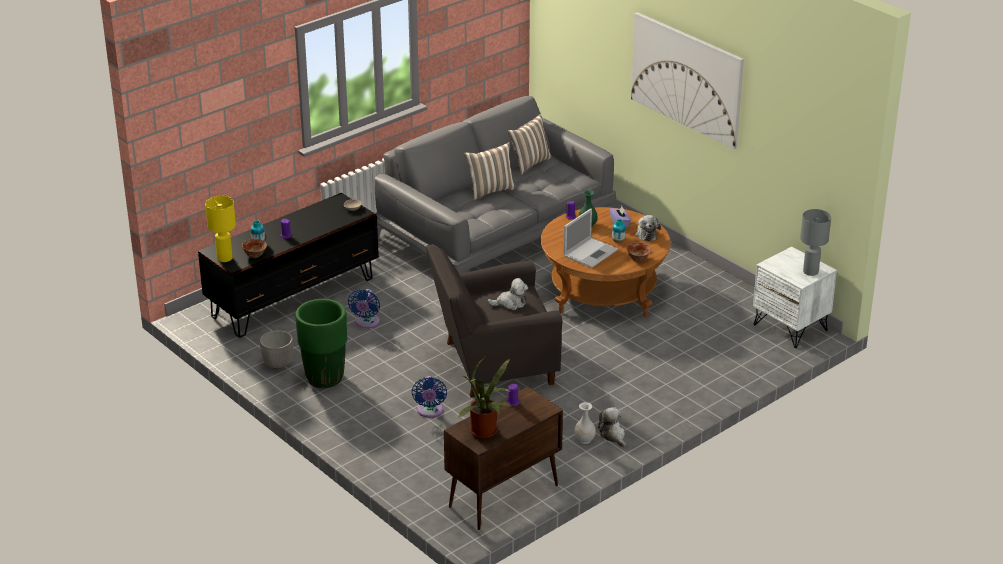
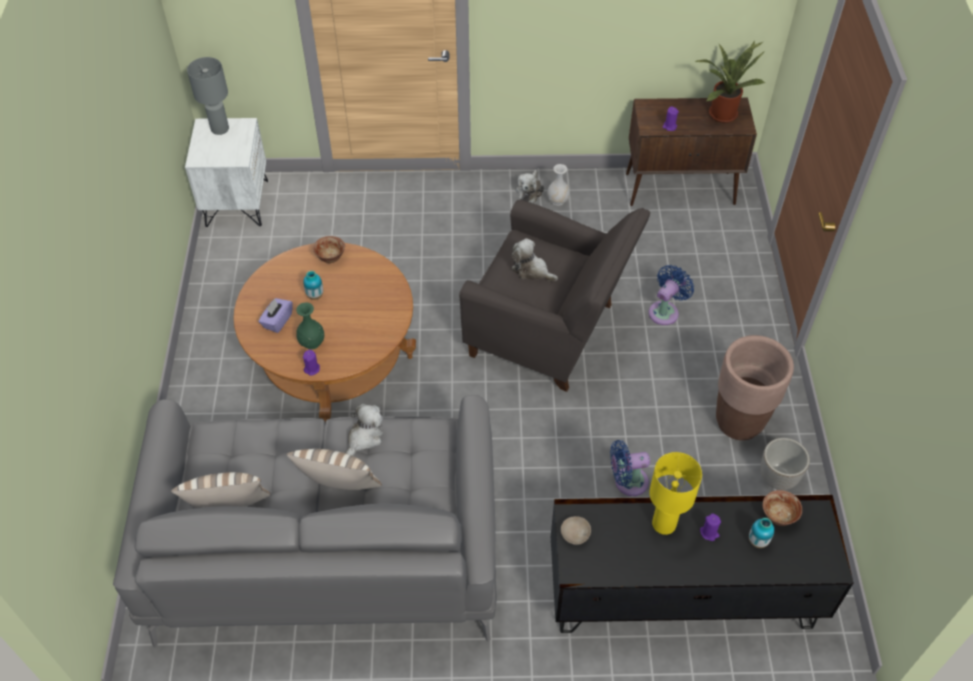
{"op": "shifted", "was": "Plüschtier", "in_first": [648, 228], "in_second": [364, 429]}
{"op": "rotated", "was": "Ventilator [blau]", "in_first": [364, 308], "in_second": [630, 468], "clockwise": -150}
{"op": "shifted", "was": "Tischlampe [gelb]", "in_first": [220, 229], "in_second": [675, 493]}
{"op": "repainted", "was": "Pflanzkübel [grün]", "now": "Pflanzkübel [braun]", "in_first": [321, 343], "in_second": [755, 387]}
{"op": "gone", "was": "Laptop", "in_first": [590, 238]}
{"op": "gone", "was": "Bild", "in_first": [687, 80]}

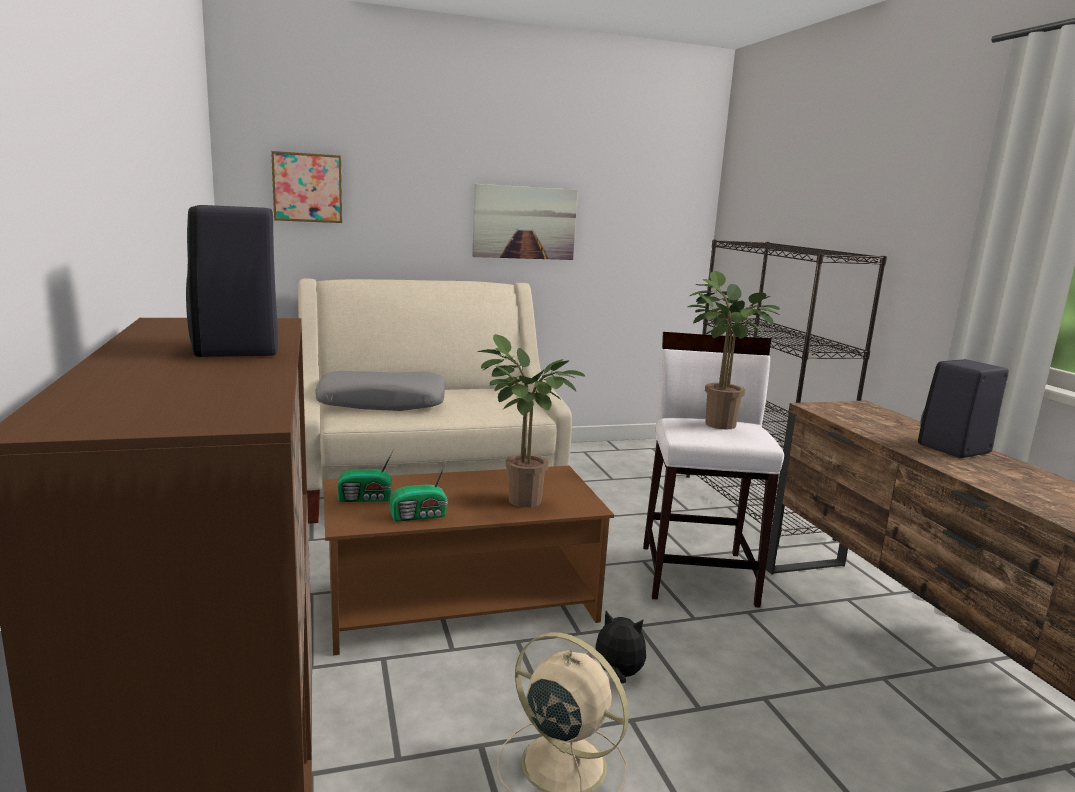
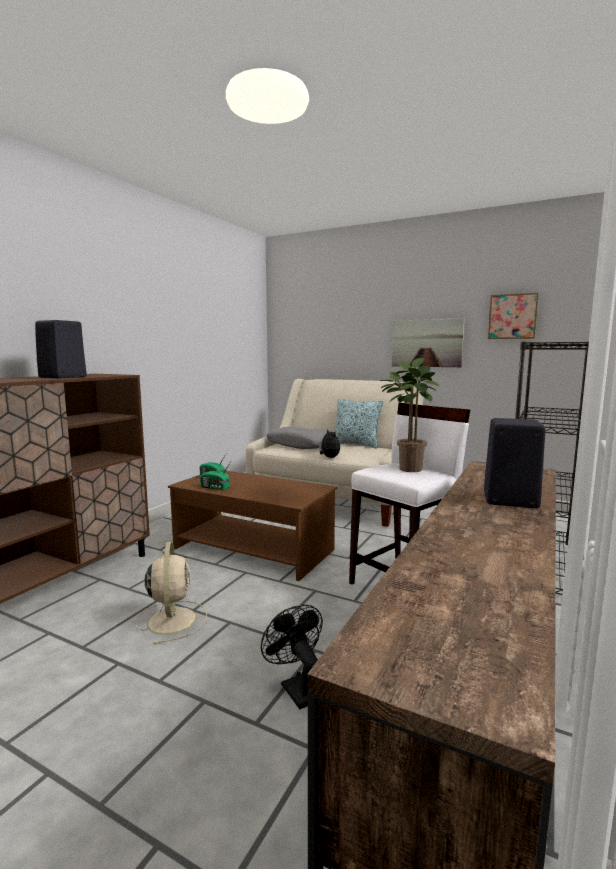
{"op": "new", "now": "Ventilator [schwarz]", "in_second": [292, 657]}
{"op": "shifted", "was": "Plüschtier", "in_first": [616, 647], "in_second": [329, 443]}
{"op": "new", "now": "Kissen", "in_second": [359, 423]}
{"op": "shifted", "was": "Bild", "in_first": [306, 187], "in_second": [513, 315]}
{"op": "gone", "was": "Topfpflanze", "in_first": [531, 421]}

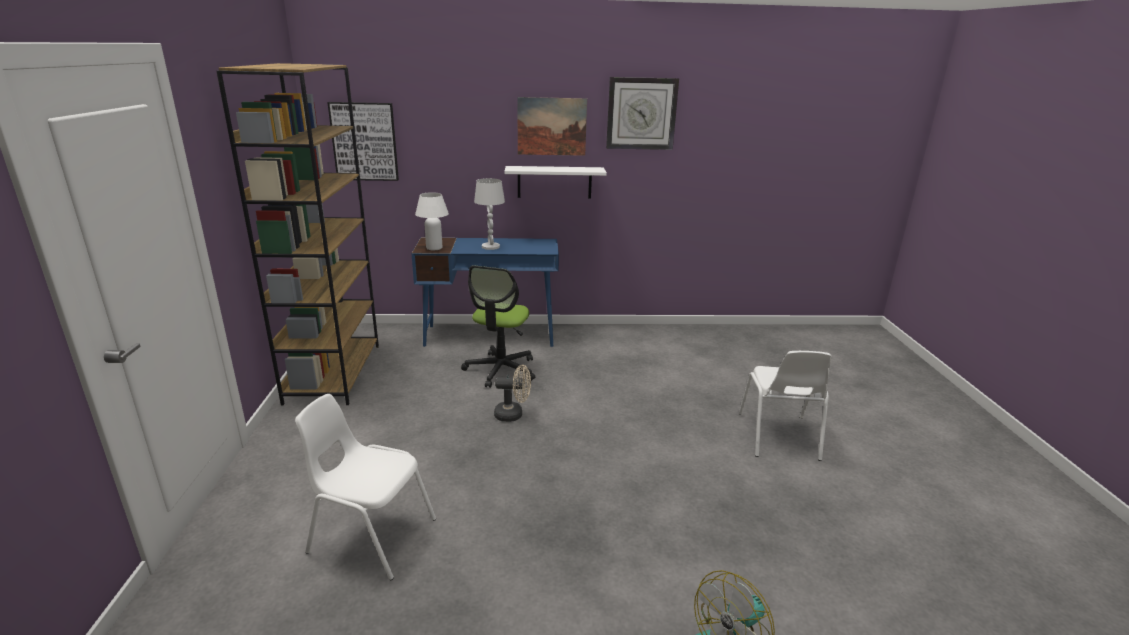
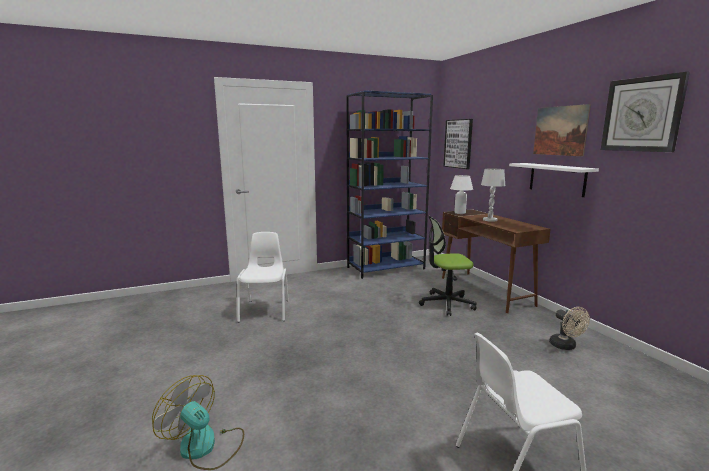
{"op": "repainted", "was": "Bücherregal [braun]", "now": "Bücherregal [blau]", "in_first": [297, 234], "in_second": [389, 184]}
{"op": "repainted", "was": "Schreibtisch [blau]", "now": "Schreibtisch [braun]", "in_first": [485, 292], "in_second": [496, 261]}
{"op": "shifted", "was": "Ventilator [beige]", "in_first": [512, 393], "in_second": [569, 328]}

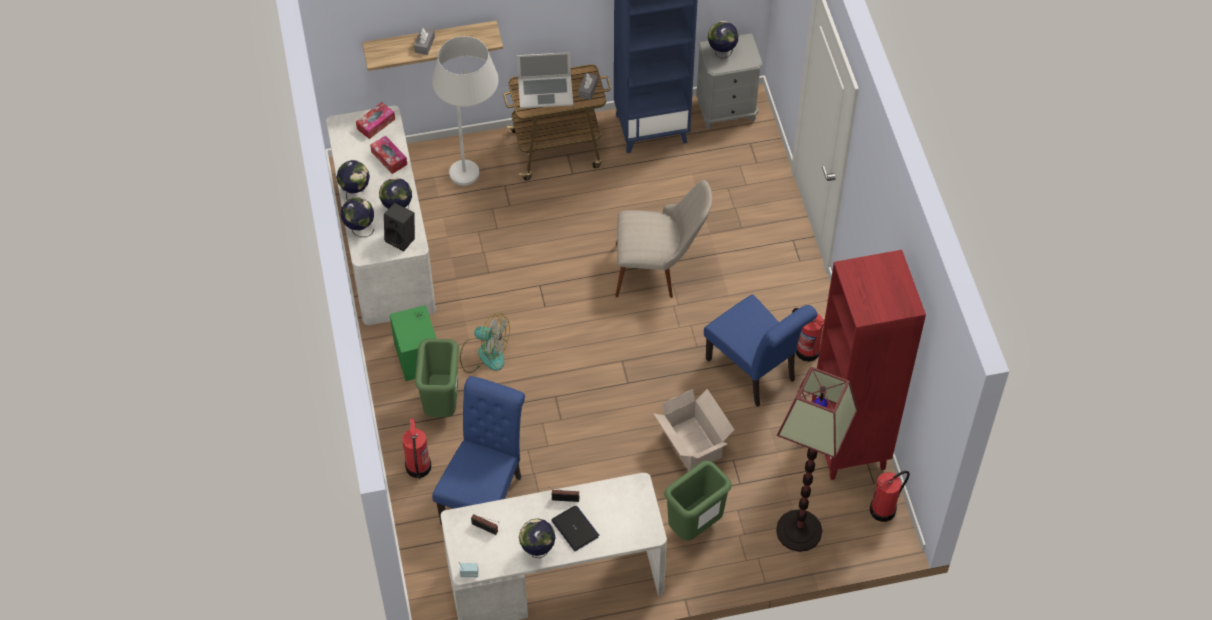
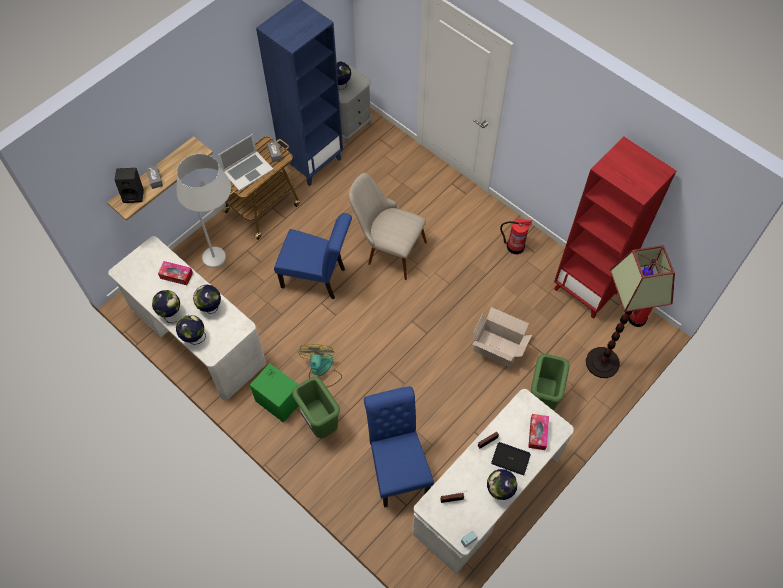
{"op": "shifted", "was": "Lautsprecher [schwarz]", "in_first": [399, 227], "in_second": [129, 185]}
{"op": "shifted", "was": "Stuhl [blau]", "in_first": [761, 350], "in_second": [313, 256]}
{"op": "rotated", "was": "Ventilator", "in_first": [485, 343], "in_second": [320, 365], "clockwise": -75}
{"op": "rotated", "was": "Stuhl [beige]", "in_first": [663, 239], "in_second": [388, 226], "clockwise": -120}
{"op": "shifted", "was": "Taschentuchbox", "in_first": [375, 120], "in_second": [538, 432]}
{"op": "gone", "was": "Feuerlöscher", "in_first": [417, 448]}

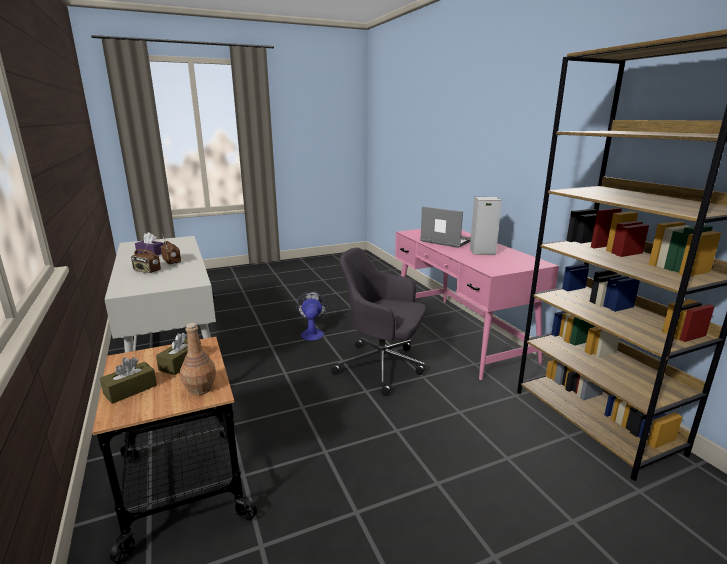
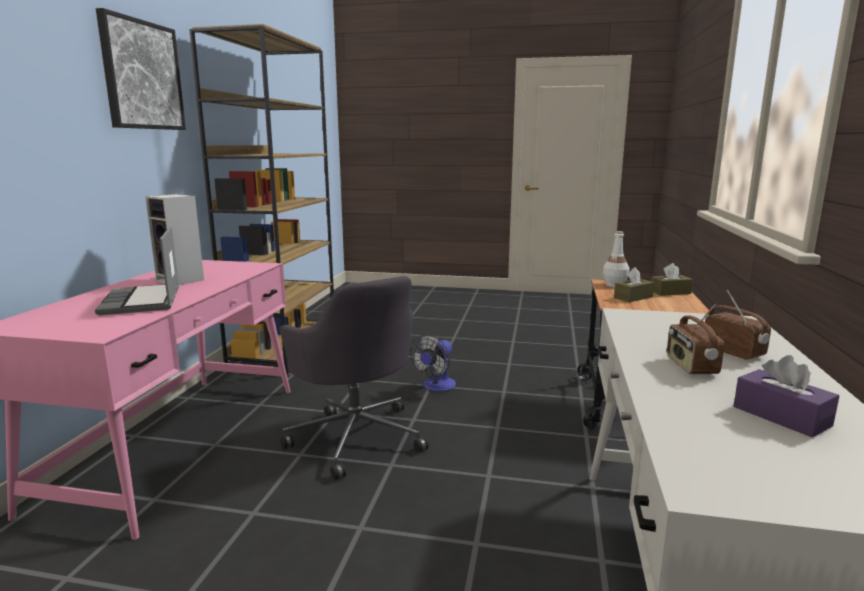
{"op": "new", "now": "Bild", "in_second": [141, 69]}
{"op": "shifted", "was": "Ventilator", "in_first": [312, 316], "in_second": [433, 362]}
{"op": "repainted", "was": "Flasche [braun]", "now": "Flasche [weiß]", "in_first": [198, 359], "in_second": [616, 259]}

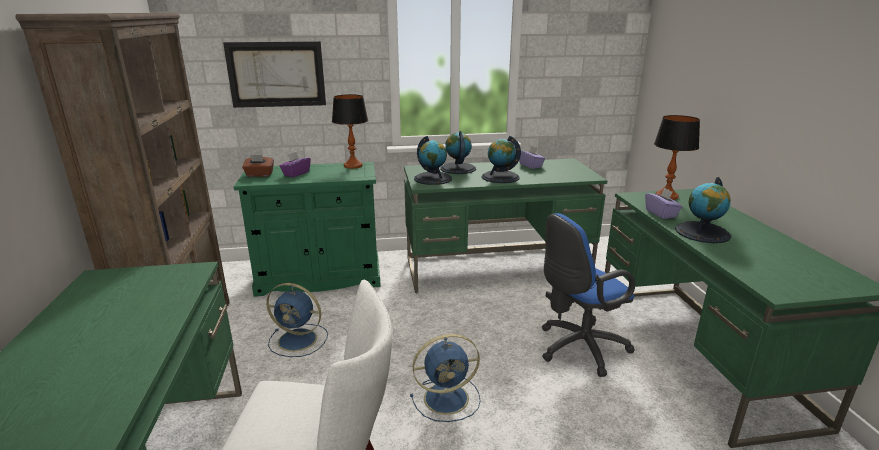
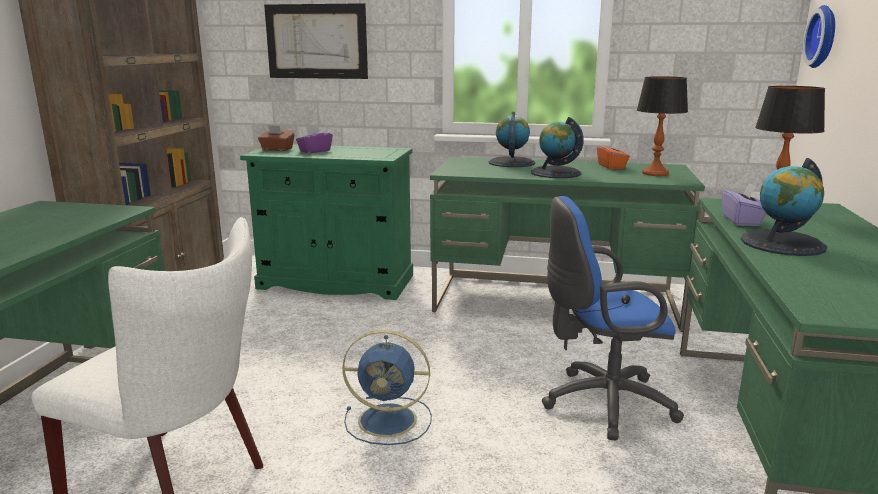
{"op": "repainted", "was": "Taschentuchbox [lila]", "now": "Taschentuchbox [orange]", "in_first": [532, 157], "in_second": [613, 154]}
{"op": "shifted", "was": "Tischlampe", "in_first": [350, 131], "in_second": [662, 126]}
{"op": "new", "now": "Wanduhr", "in_second": [819, 36]}
{"op": "gone", "was": "Ventilator [blau]", "in_first": [297, 320]}
{"op": "gone", "was": "Globus", "in_first": [433, 160]}

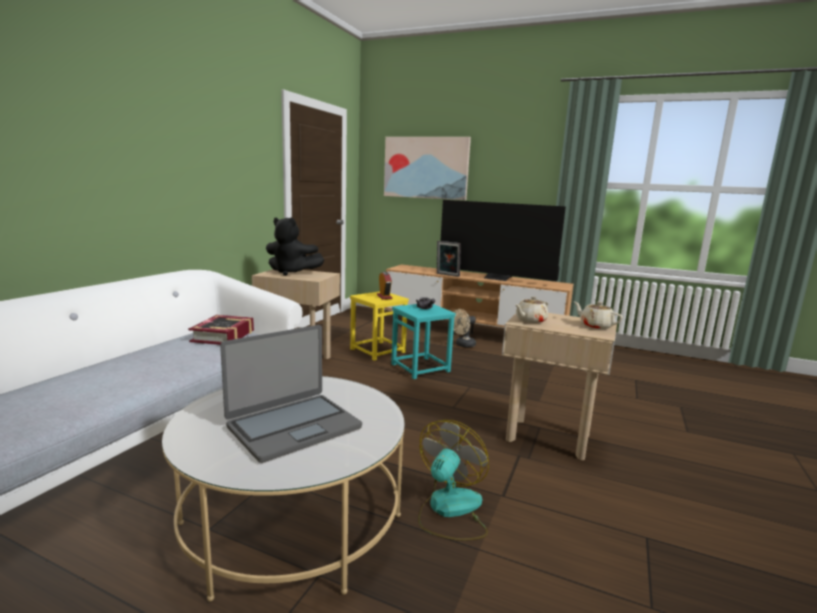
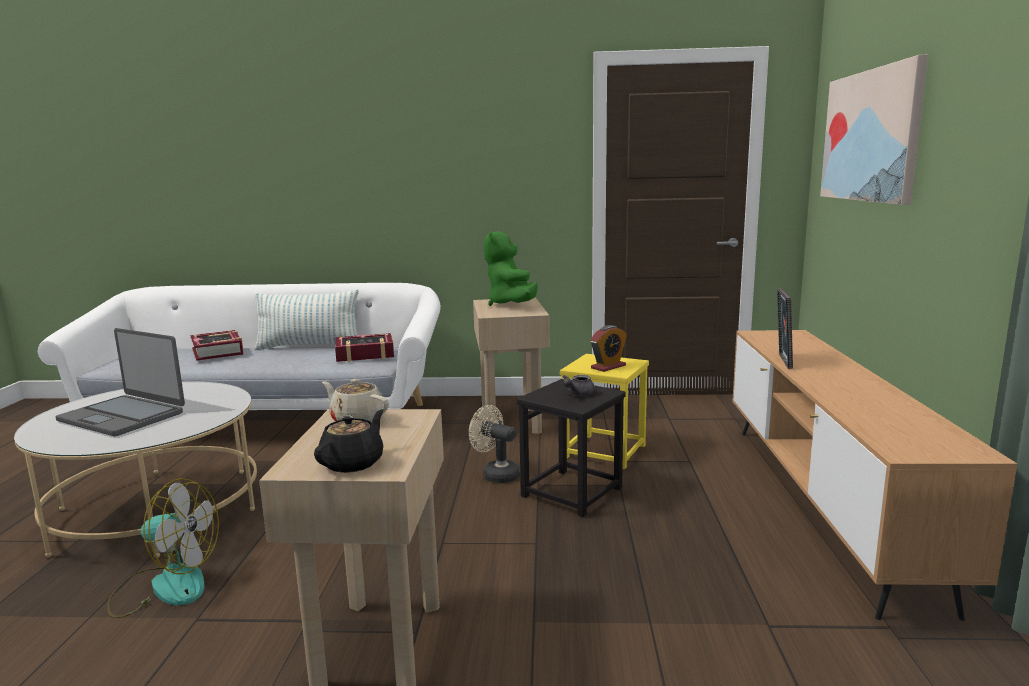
{"op": "new", "now": "Buch", "in_second": [217, 345]}
{"op": "new", "now": "Kissen", "in_second": [306, 320]}
{"op": "repainted", "was": "Teekanne [beige]", "now": "Teekanne [schwarz]", "in_first": [598, 315], "in_second": [349, 441]}
{"op": "shifted", "was": "Ventilator [beige]", "in_first": [465, 328], "in_second": [494, 444]}
{"op": "repainted", "was": "Plüschtier [schwarz]", "now": "Plüschtier [grün]", "in_first": [295, 247], "in_second": [511, 268]}
{"op": "repainted", "was": "Hocker [türkis]", "now": "Hocker [schwarz]", "in_first": [423, 341], "in_second": [571, 448]}
{"op": "gone", "was": "Fernseher", "in_first": [503, 240]}

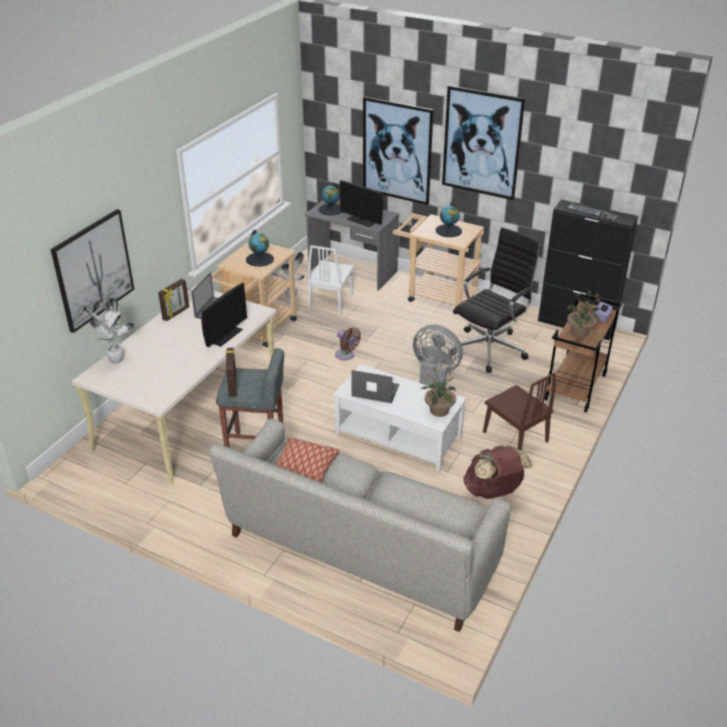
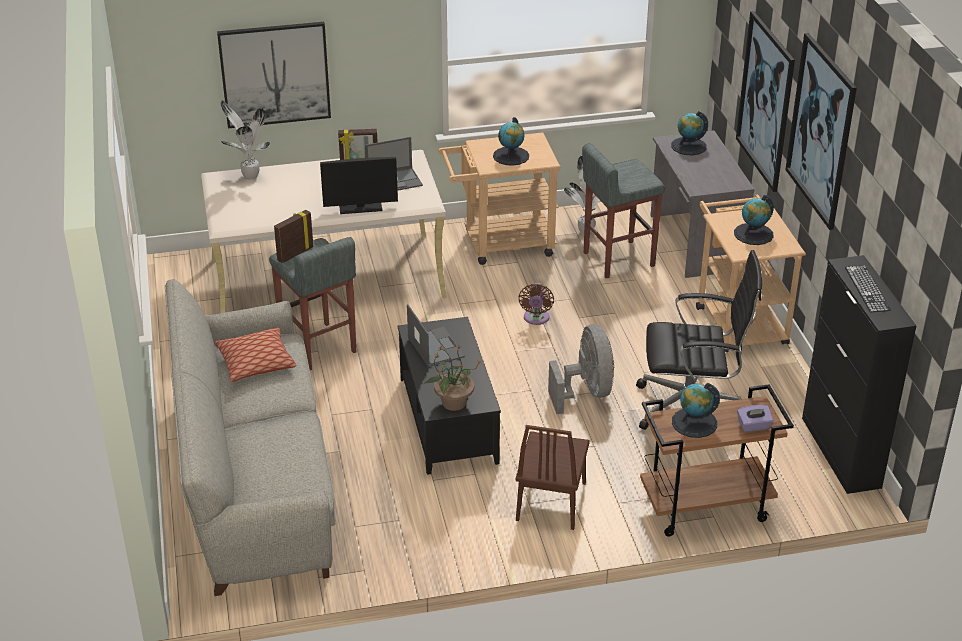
{"op": "repainted", "was": "Couchtisch [weiß]", "now": "Couchtisch [schwarz]", "in_first": [400, 418], "in_second": [449, 396]}
{"op": "swapped", "was": "Stuhl [weiß]", "now": "Hocker [grau]", "in_first": [330, 280], "in_second": [623, 210]}
{"op": "swapped", "was": "Topfpflanze", "now": "Globus", "in_first": [583, 314], "in_second": [696, 410]}
{"op": "gone", "was": "Monitor", "in_first": [361, 203]}
{"op": "gone", "was": "Rucksack [braun]", "in_first": [498, 472]}

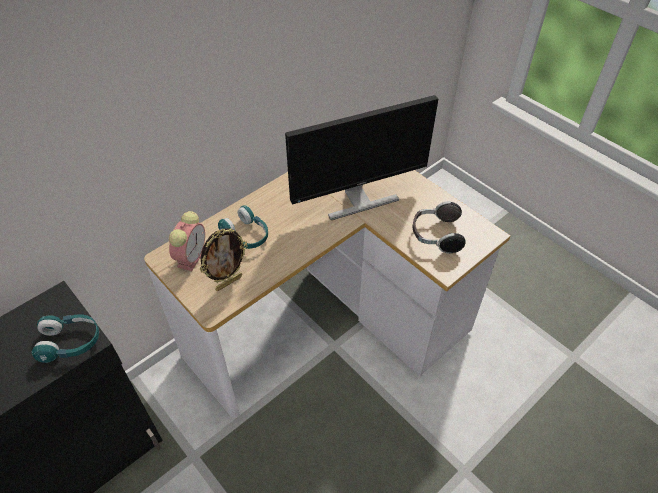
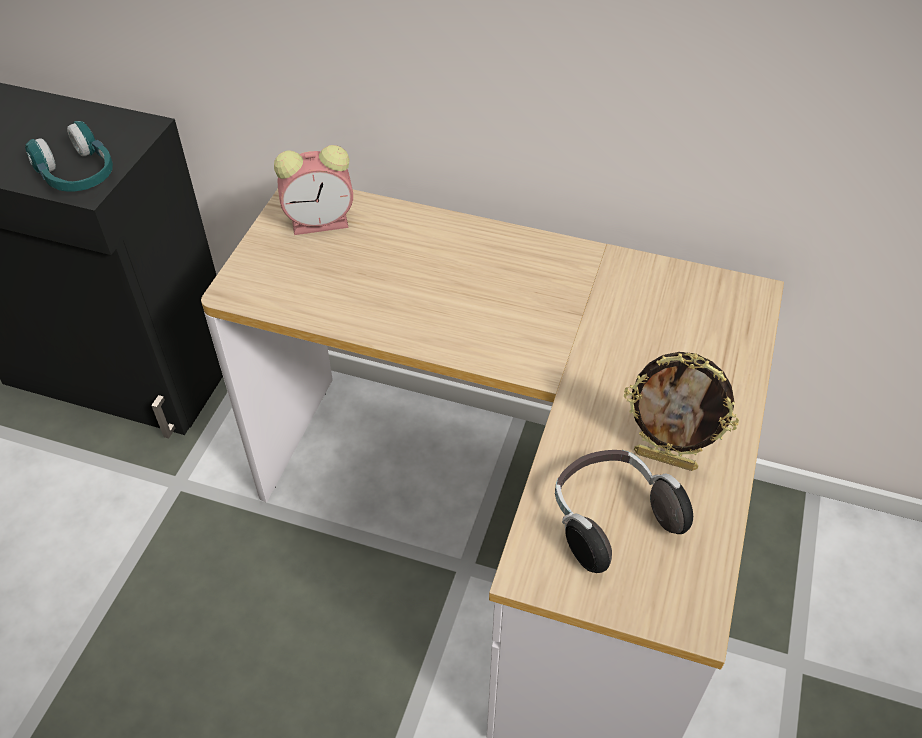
{"op": "shifted", "was": "Bilderrahmen", "in_first": [224, 259], "in_second": [681, 411]}
{"op": "gone", "was": "Kopfhörer [türkis]", "in_first": [243, 227]}
{"op": "gone", "was": "Monitor", "in_first": [361, 157]}

